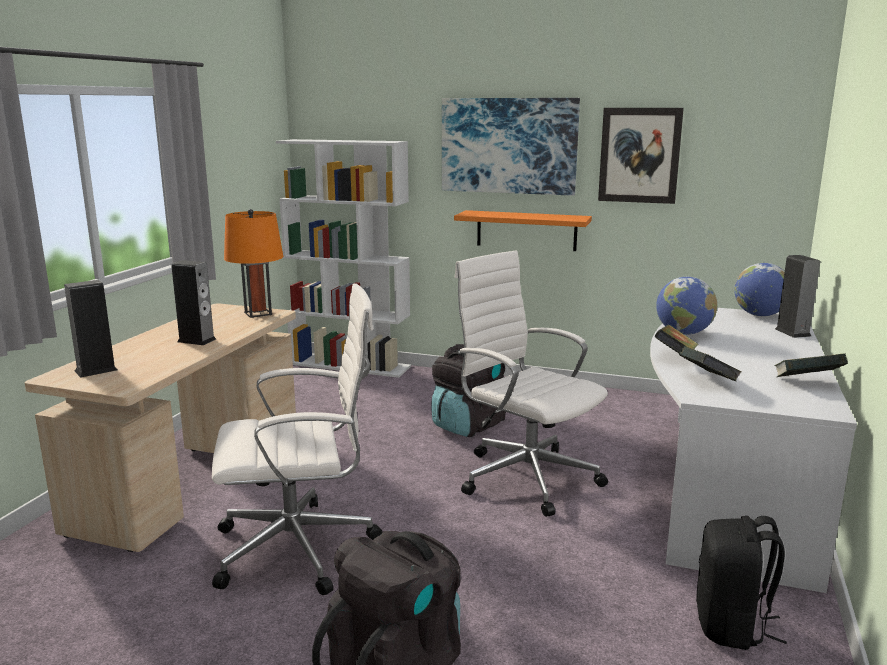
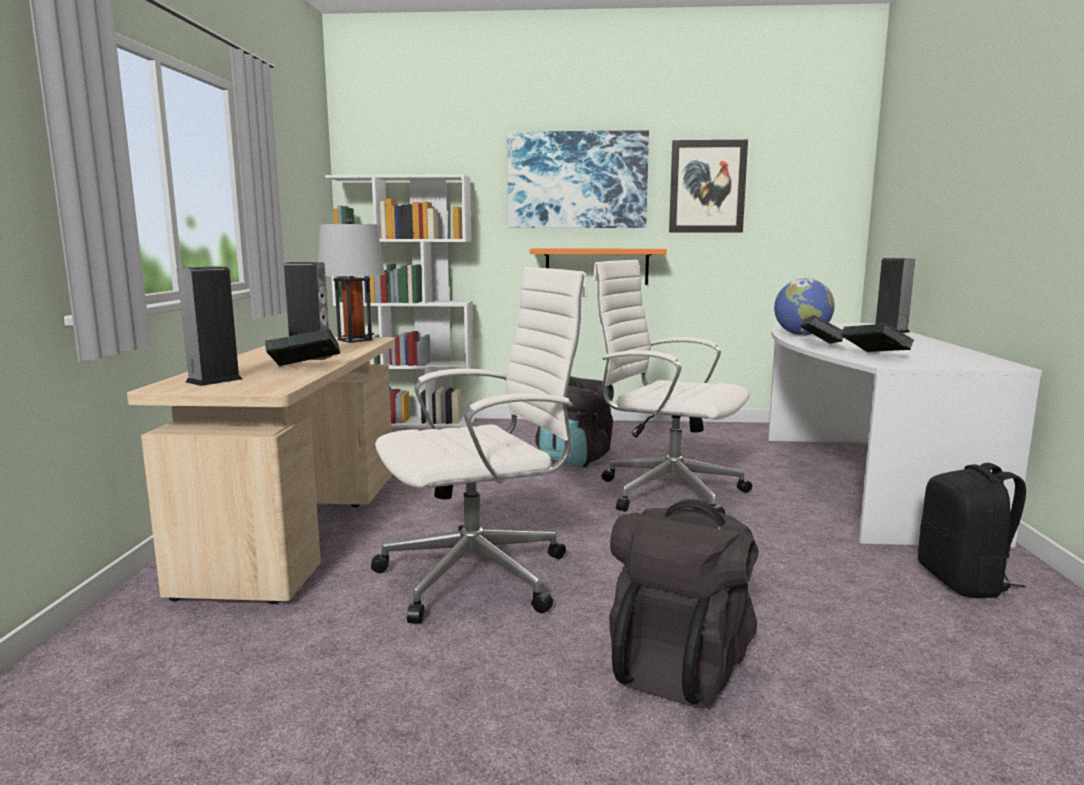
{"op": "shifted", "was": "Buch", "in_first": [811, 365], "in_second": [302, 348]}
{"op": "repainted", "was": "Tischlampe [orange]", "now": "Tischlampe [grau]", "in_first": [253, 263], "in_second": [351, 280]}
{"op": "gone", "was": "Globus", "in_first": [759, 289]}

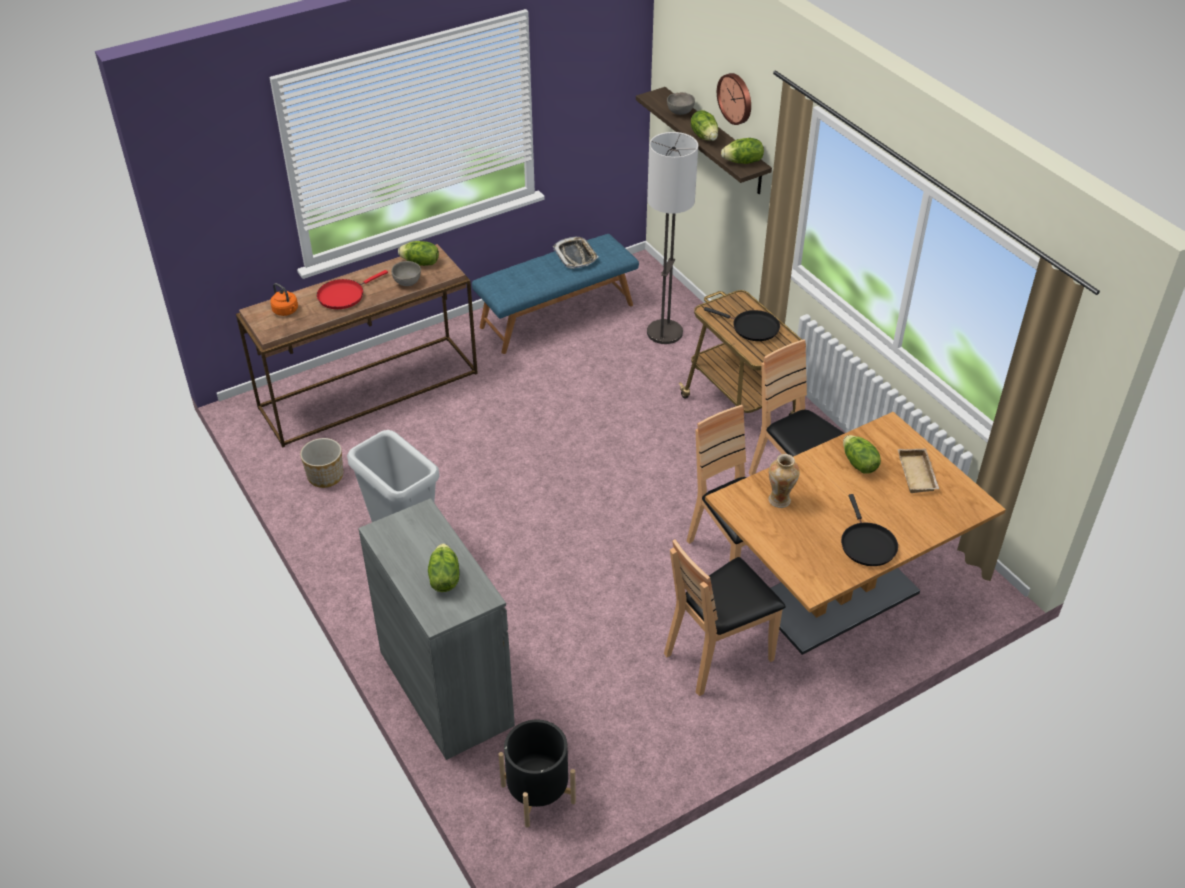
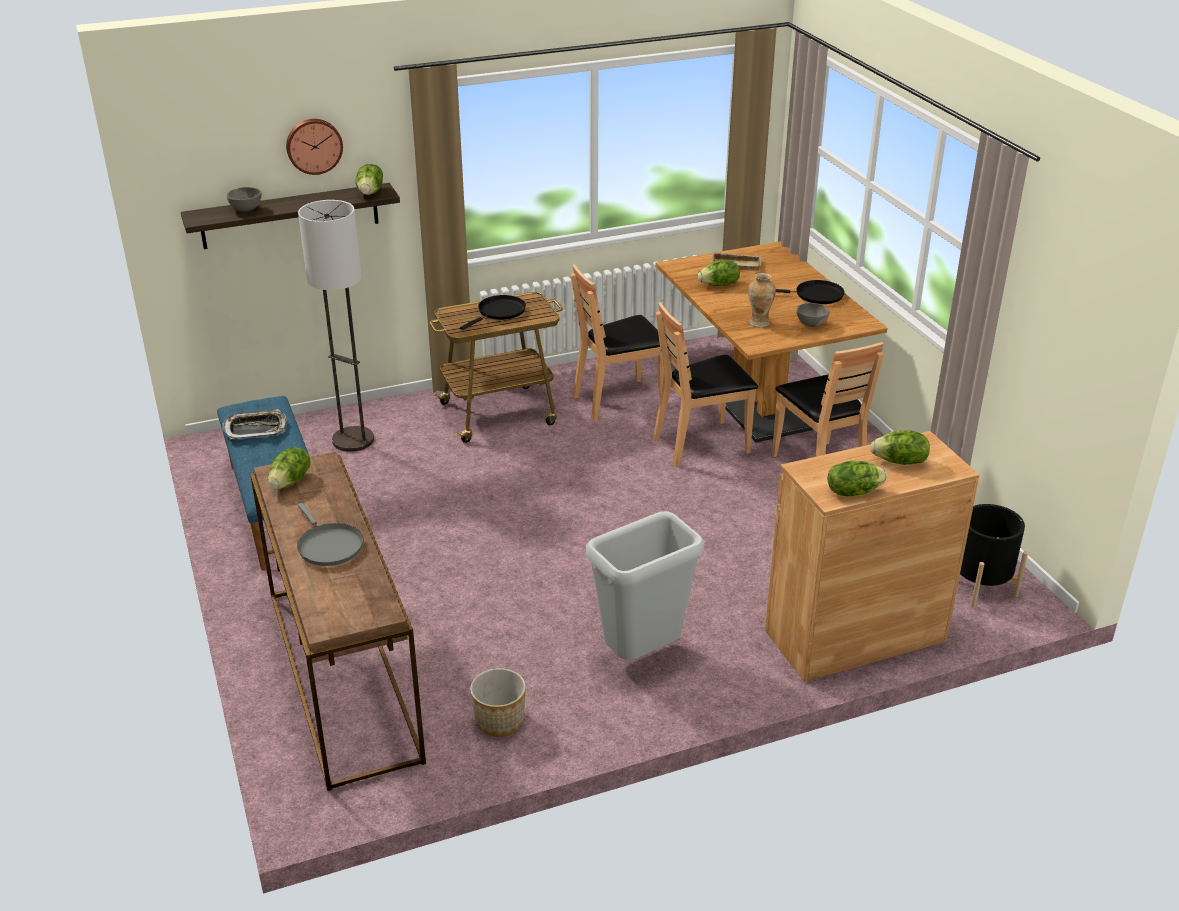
{"op": "repainted", "was": "Pfanne [rot]", "now": "Pfanne [grau]", "in_first": [352, 289], "in_second": [330, 534]}
{"op": "repainted", "was": "Schrank [grau]", "now": "Schrank [braun]", "in_first": [436, 629], "in_second": [872, 556]}
{"op": "shifted", "was": "Schüssel [grau]", "in_first": [406, 273], "in_second": [813, 315]}
{"op": "shifted", "was": "Salatkopf", "in_first": [704, 125], "in_second": [857, 478]}
{"op": "gone", "was": "Wasserkessel [orange]", "in_first": [284, 299]}

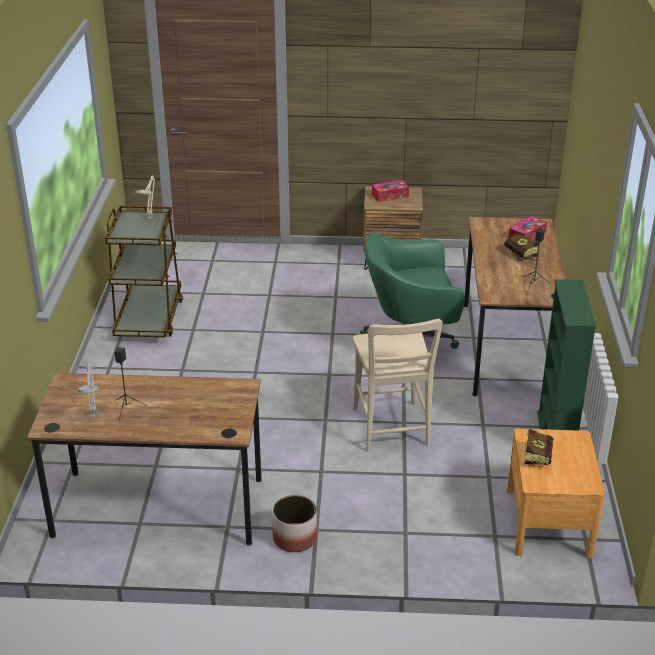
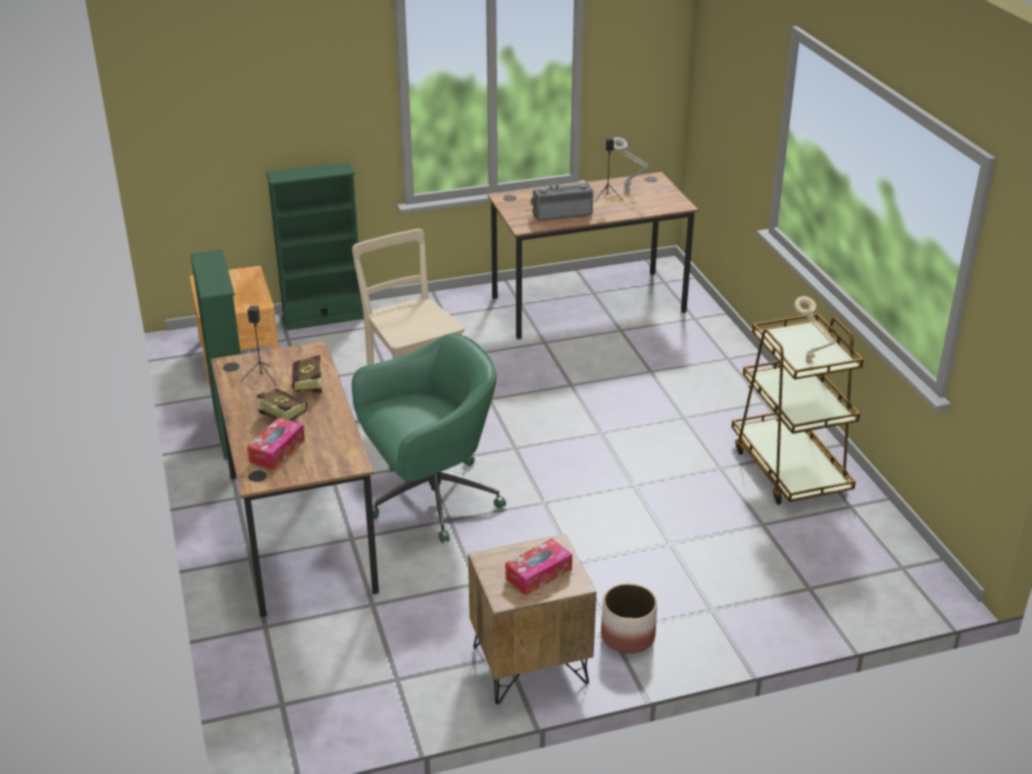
{"op": "new", "now": "Bücherregal [grün]", "in_second": [315, 246]}
{"op": "shifted", "was": "Buch", "in_first": [539, 447], "in_second": [307, 378]}
{"op": "new", "now": "Radio", "in_second": [562, 202]}
{"op": "shifted", "was": "Pflanzkübel", "in_first": [294, 523], "in_second": [629, 618]}

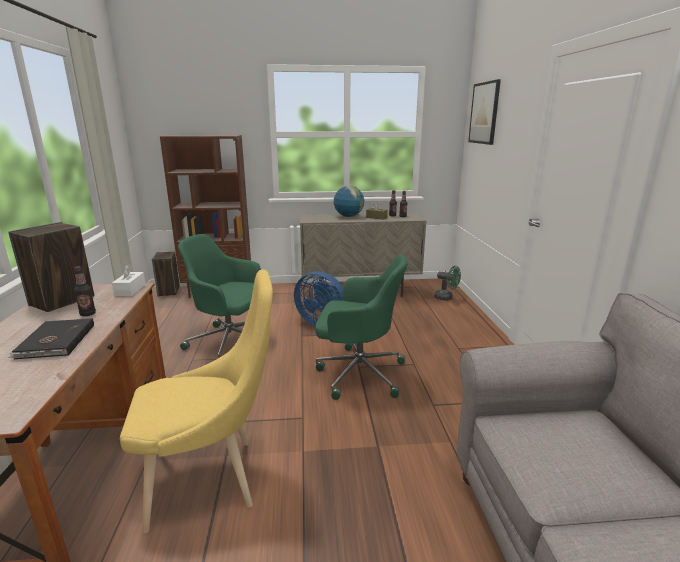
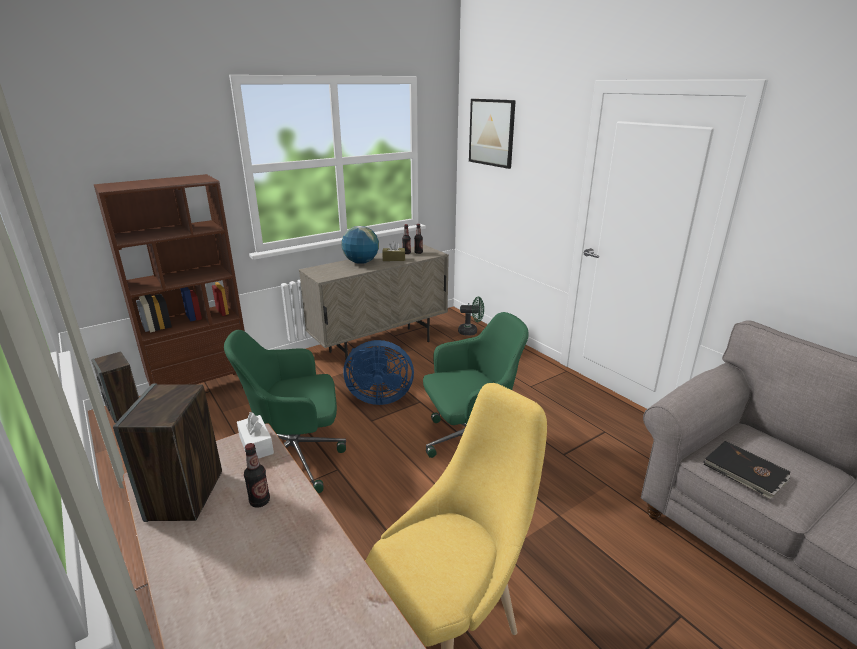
{"op": "shifted", "was": "Buch [schwarz]", "in_first": [51, 338], "in_second": [747, 470]}

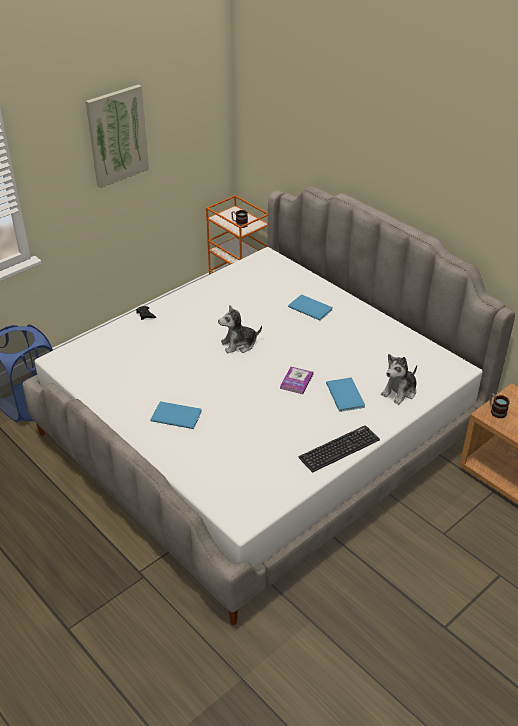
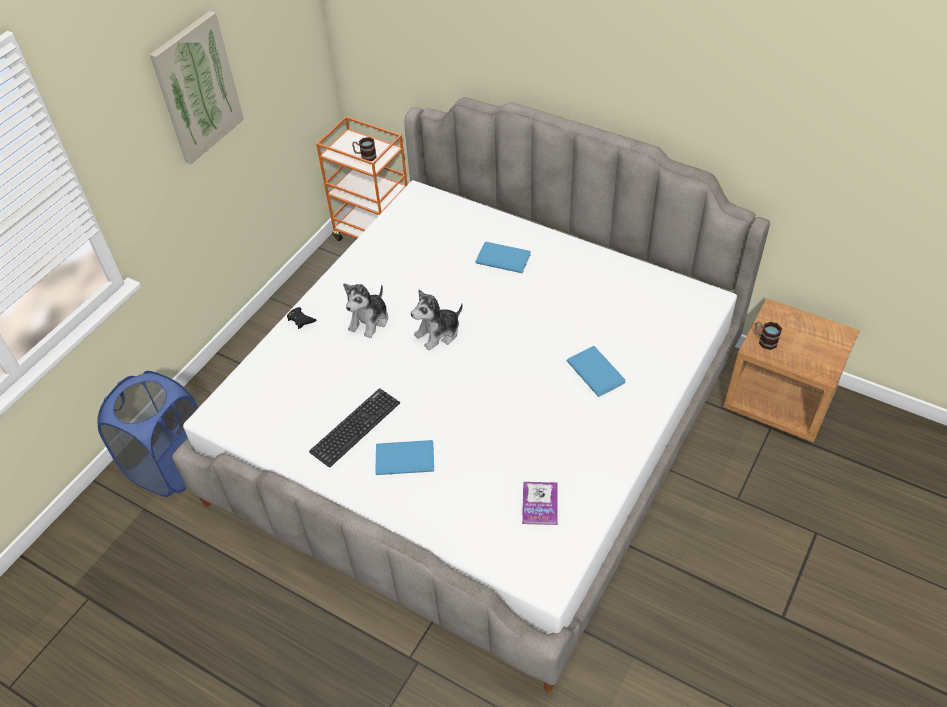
{"op": "shifted", "was": "Tastatur", "in_first": [339, 448], "in_second": [354, 427]}
{"op": "shifted", "was": "Plüschtier", "in_first": [399, 379], "in_second": [365, 310]}
{"op": "shifted", "was": "Buch", "in_first": [296, 380], "in_second": [539, 503]}

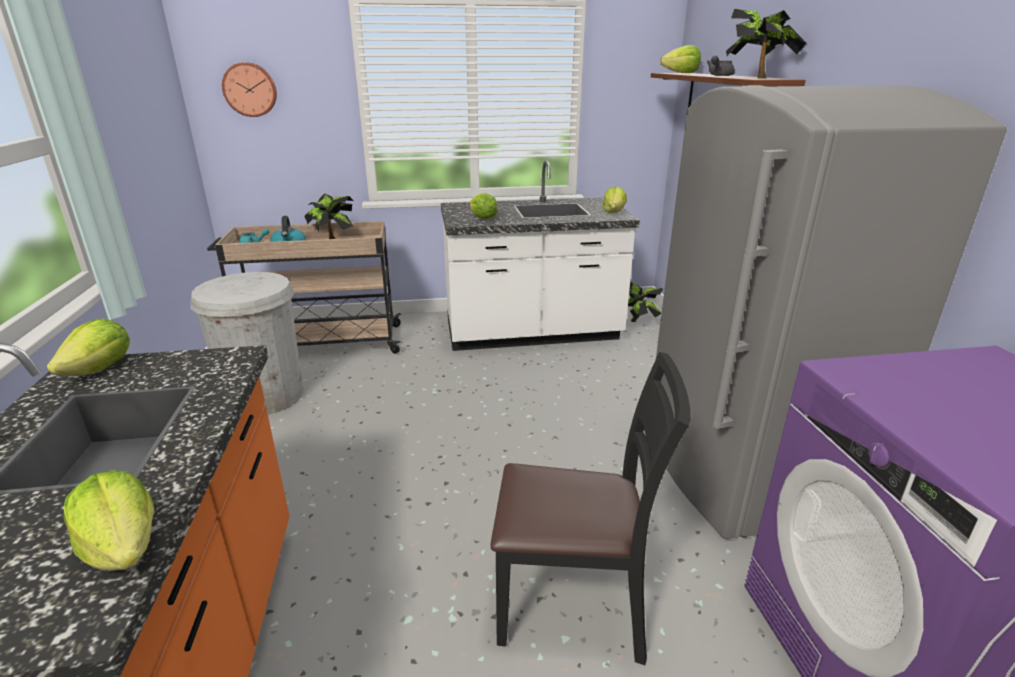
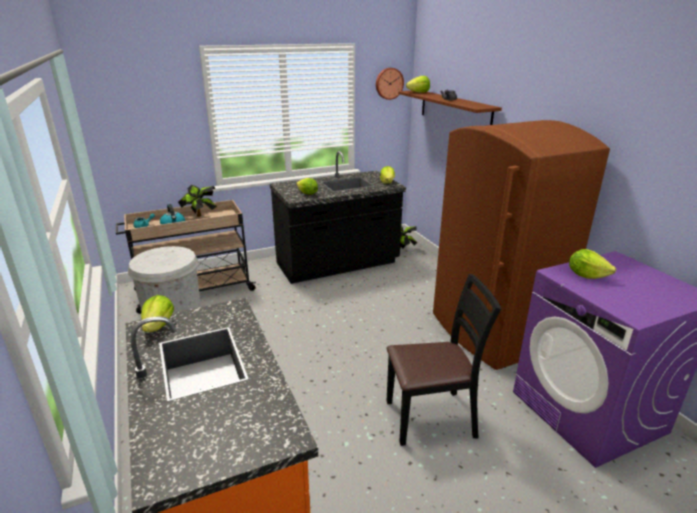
{"op": "repainted", "was": "Küchenzeile [weiß]", "now": "Küchenzeile [schwarz]", "in_first": [540, 256], "in_second": [338, 217]}
{"op": "shifted", "was": "Wanduhr", "in_first": [249, 89], "in_second": [390, 84]}
{"op": "repainted", "was": "Kühlschrank [grau]", "now": "Kühlschrank [braun]", "in_first": [831, 312], "in_second": [521, 245]}
{"op": "shifted", "was": "Salatkopf", "in_first": [108, 520], "in_second": [592, 264]}
{"op": "gone", "was": "Topfpflanze", "in_first": [766, 43]}

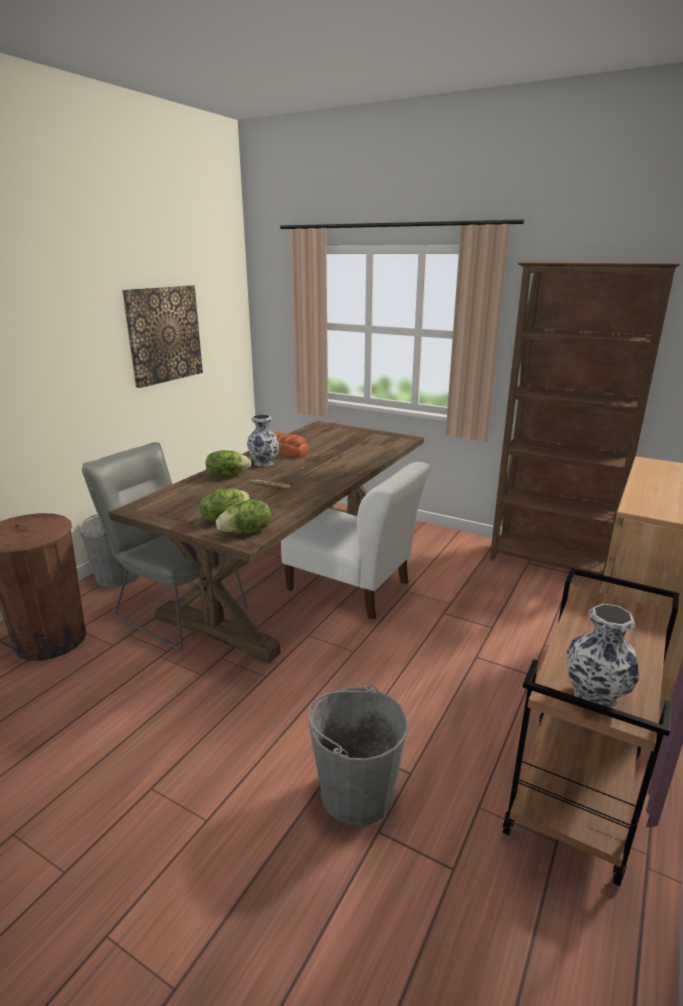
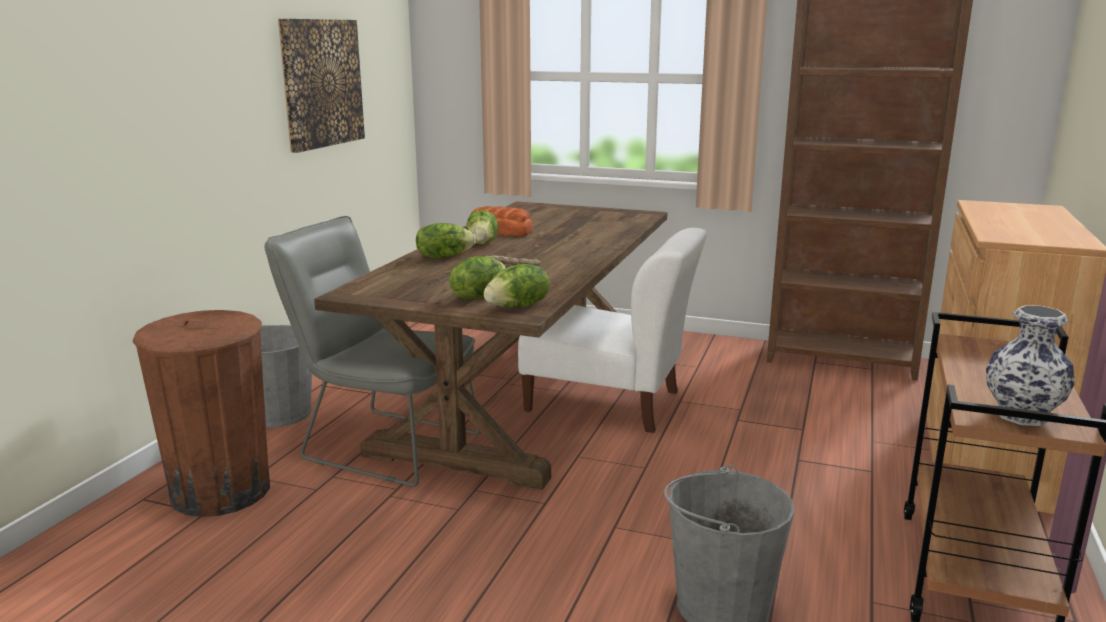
{"op": "swapped", "was": "Vase", "now": "Salatkopf", "in_first": [263, 441], "in_second": [482, 227]}

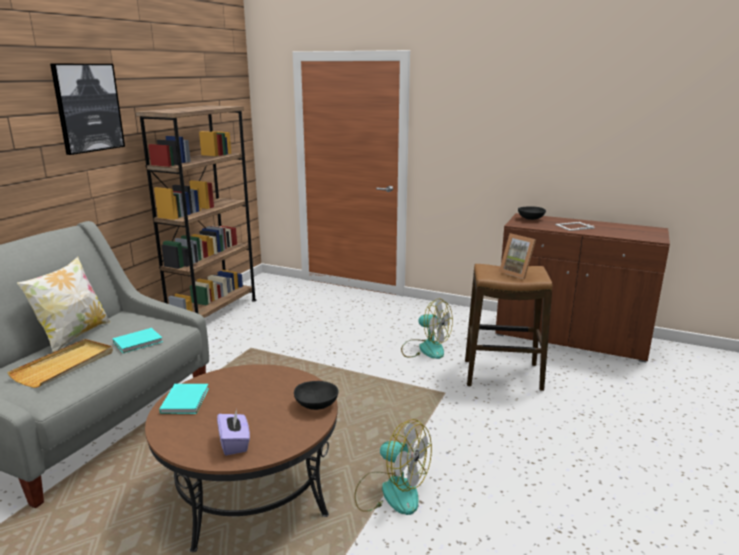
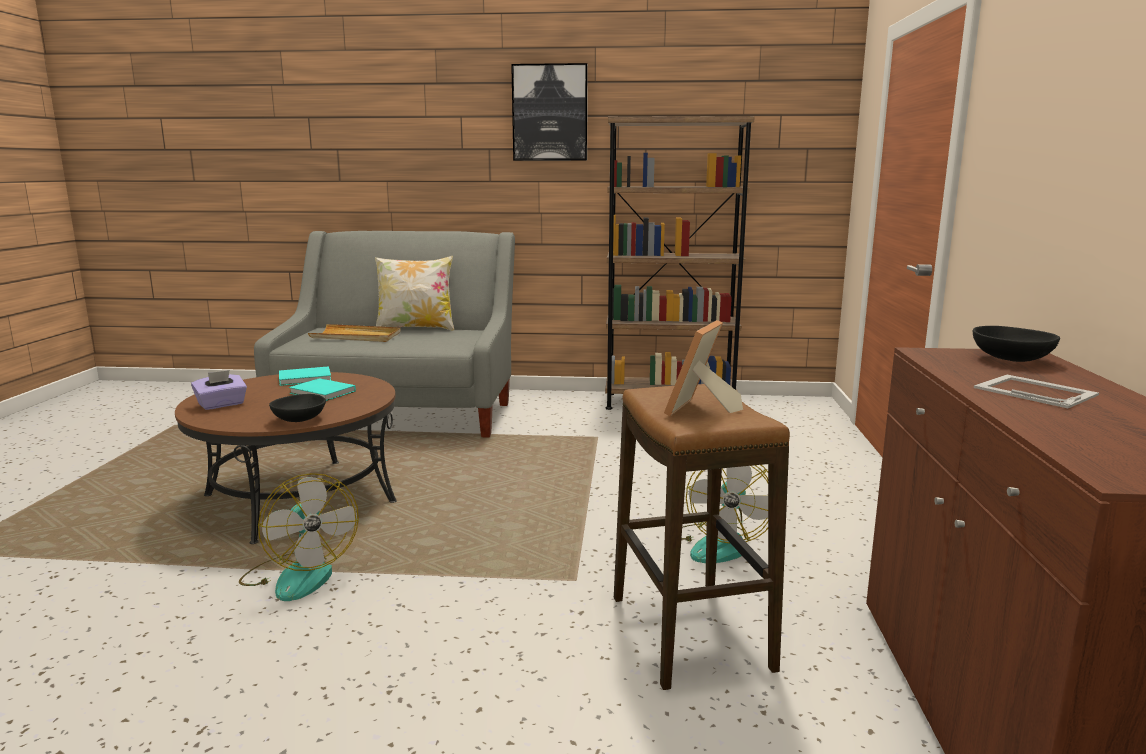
{"op": "rotated", "was": "Ventilator", "in_first": [393, 467], "in_second": [299, 537], "clockwise": -45}
{"op": "shifted", "was": "Buch [türkis]", "in_first": [138, 340], "in_second": [322, 389]}

